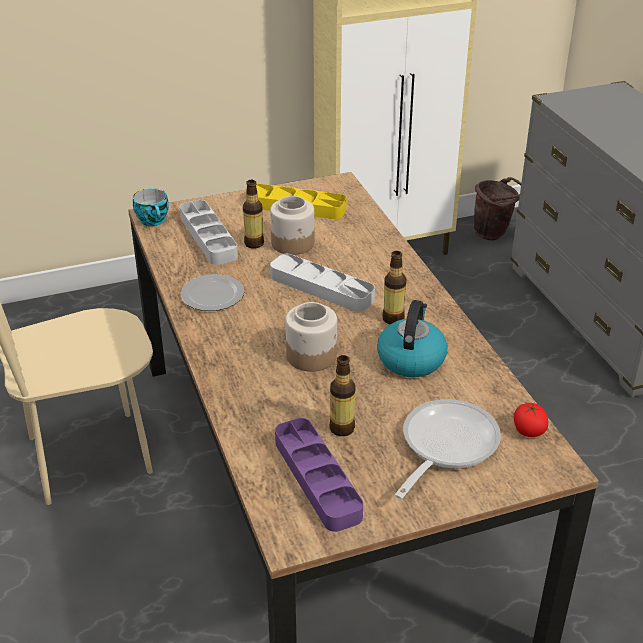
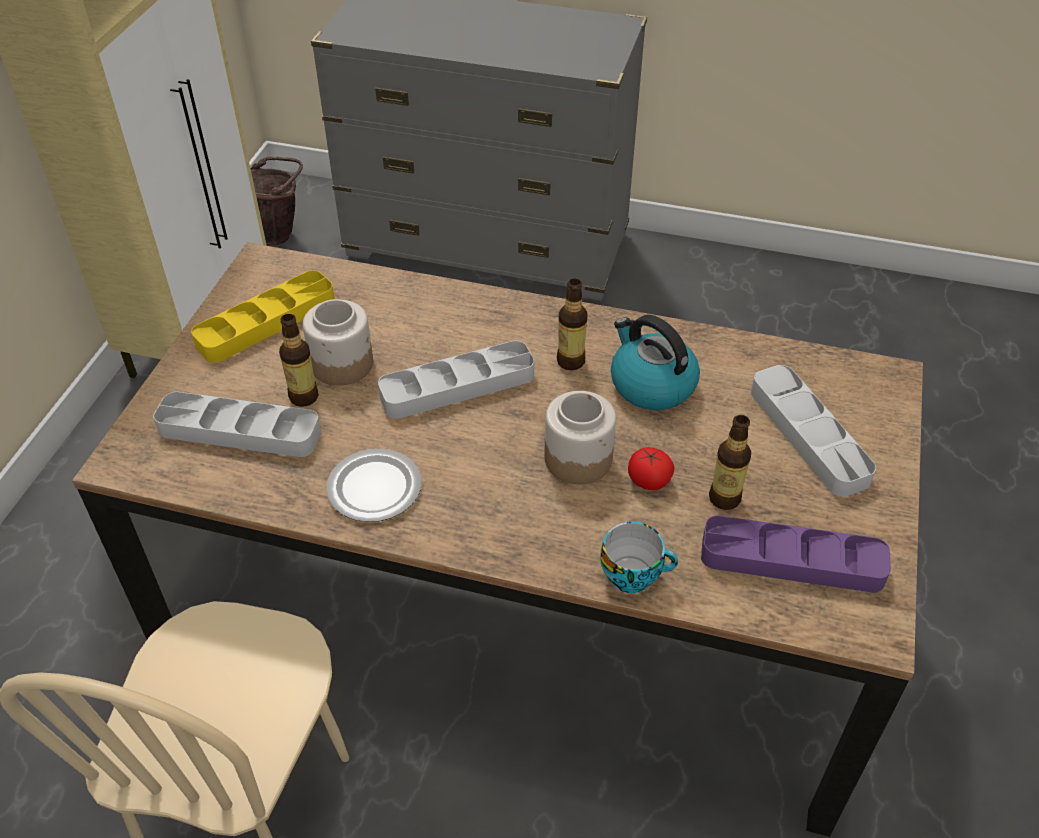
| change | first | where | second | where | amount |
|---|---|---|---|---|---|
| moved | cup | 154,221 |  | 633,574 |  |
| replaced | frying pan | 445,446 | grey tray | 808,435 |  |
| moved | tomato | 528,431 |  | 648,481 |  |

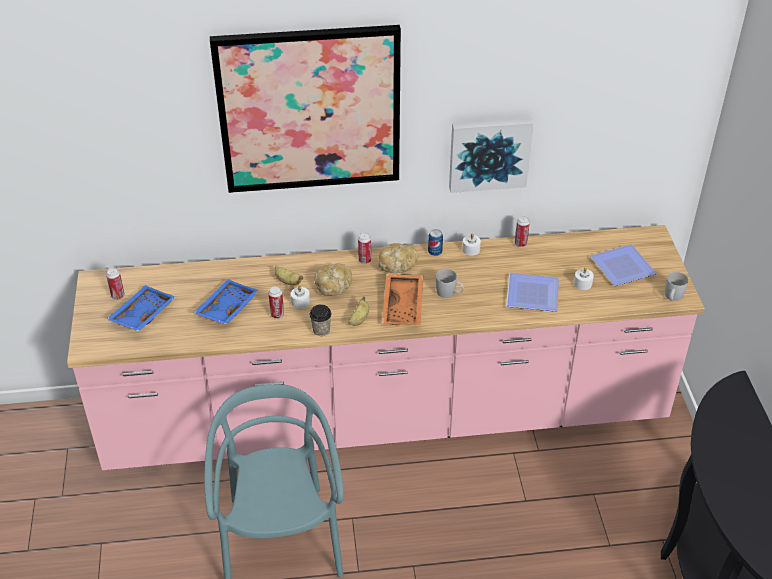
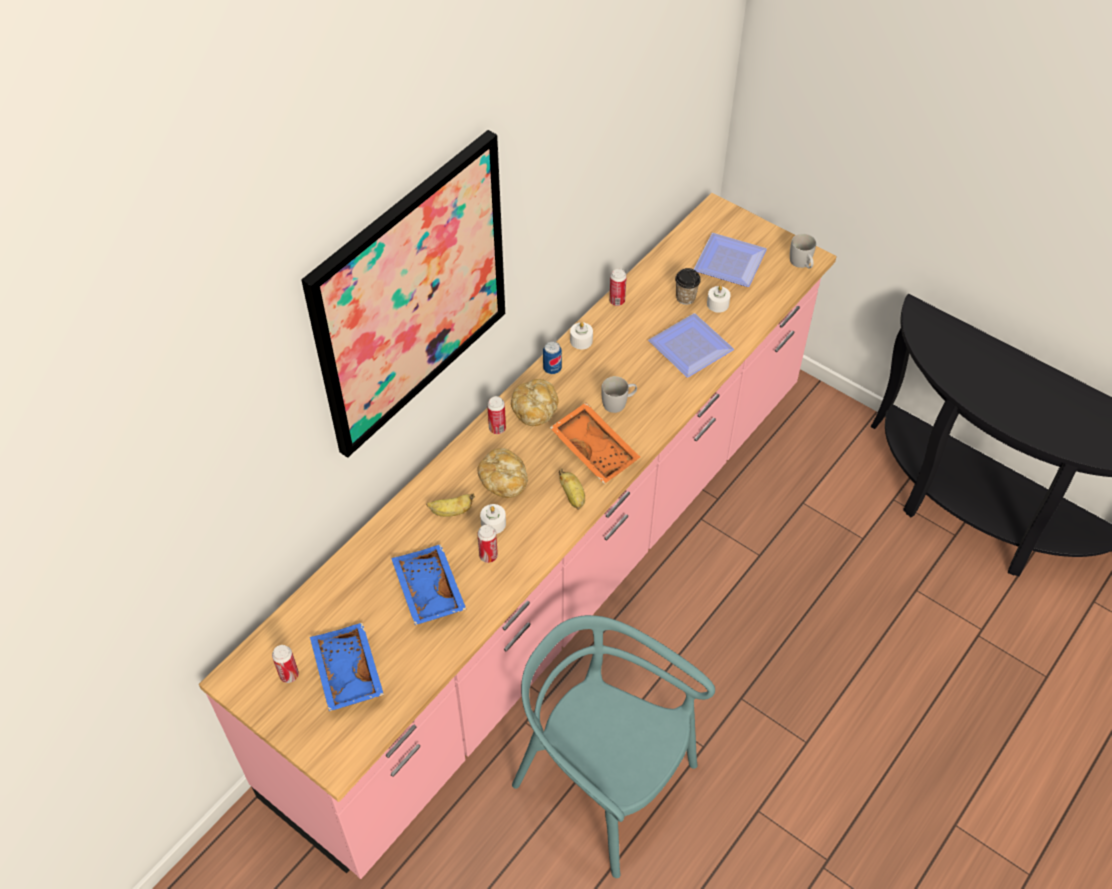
| change | first | where | second | where | amount |
|---|---|---|---|---|---|
| moved | cup | 321,330 |  | 685,297 |  |
| removed | picture | 489,152 |  |  |  |

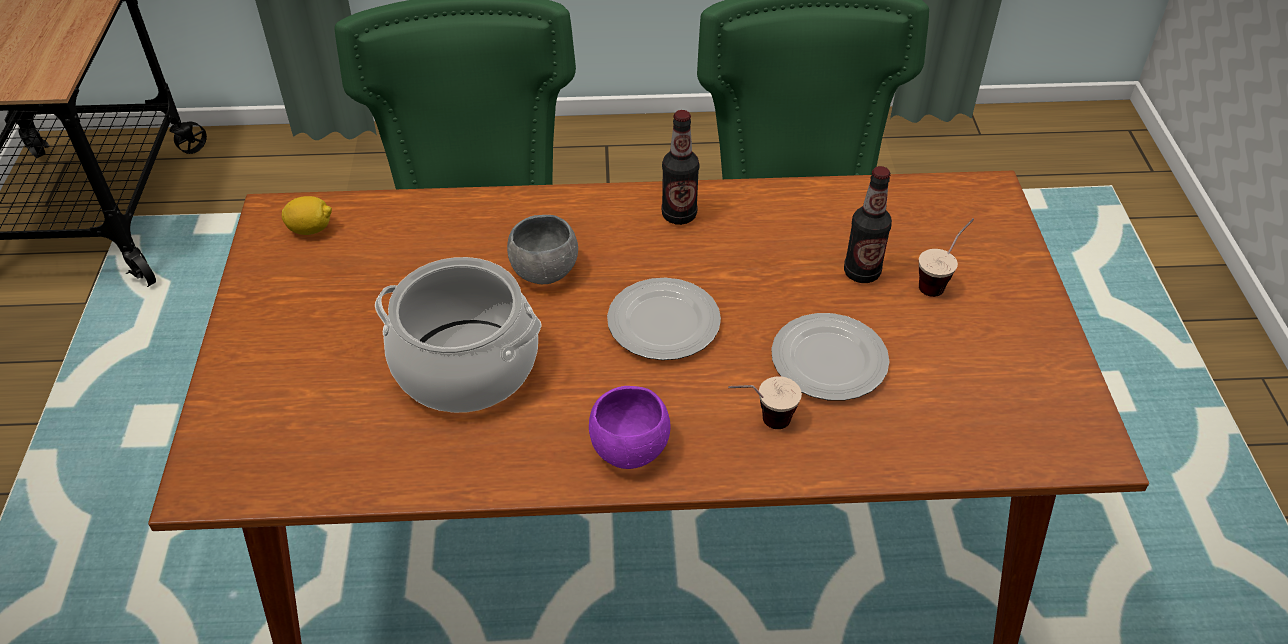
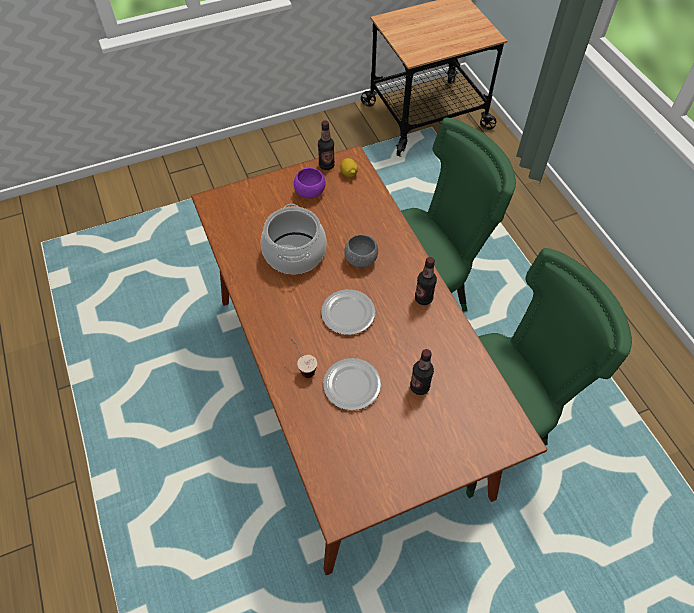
| change | first | where | second | where | amount |
|---|---|---|---|---|---|
| moved | purple bowl | 629,448 |  | 310,192 |  |
| removed | cup | 940,281 |  |  |  |
| added |  |  | bottle | 326,165 |  |

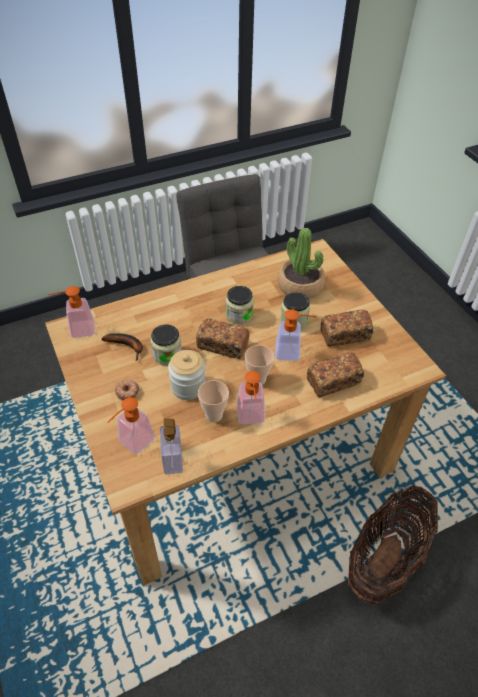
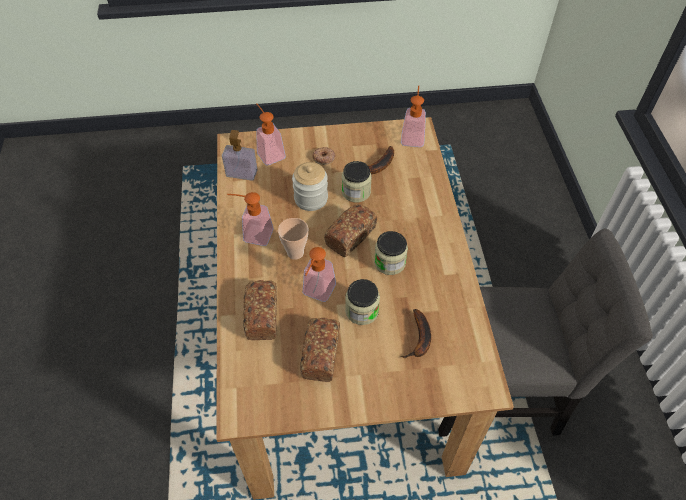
| change | first | where | second | where | amount |
|---|---|---|---|---|---|
| removed | cup | 214,415 |  |  |  |
| replaced | potted plant | 300,286 | banana | 419,339 |  |
| removed | basket | 384,559 |  |  |  |

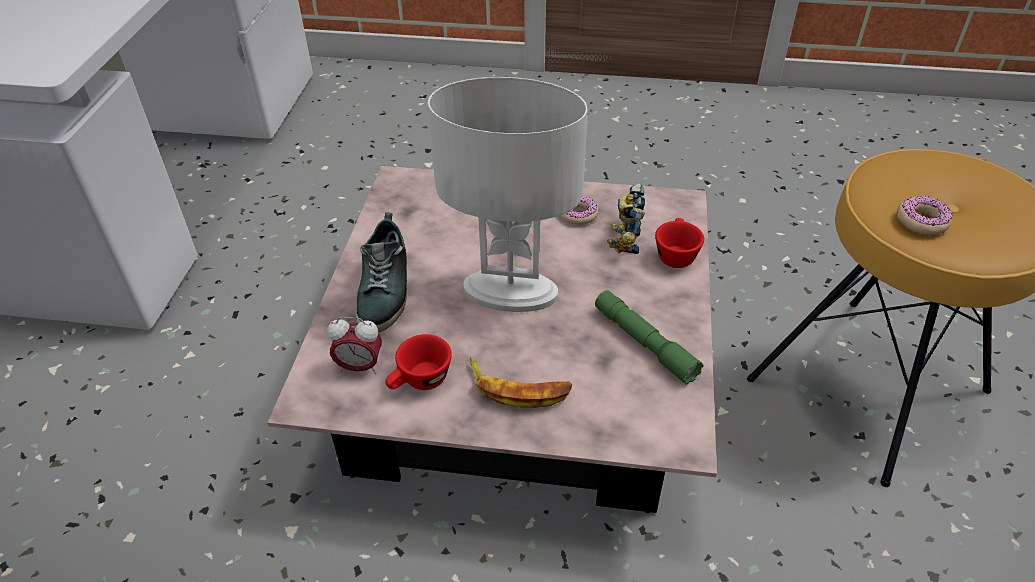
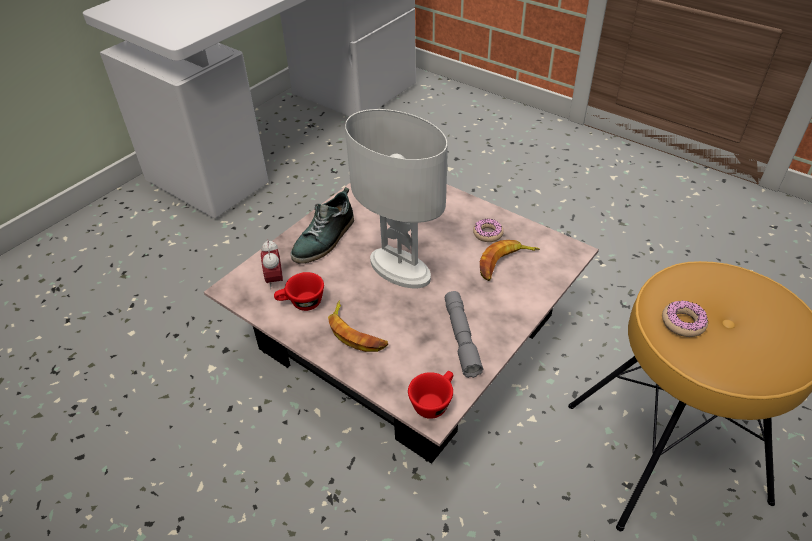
| change | first | where | second | where | amount |
|---|---|---|---|---|---|
| turned | alarm clock | 359,366 |  | 275,280 | 45 degrees clockwise |
| recoloured | green flashlight | 644,343 | grey flashlight | 461,338 |  |
| replaced | toy robot | 624,241 | banana | 505,263 |  |
| moved | red cup | 675,254 |  | 433,402 |  |

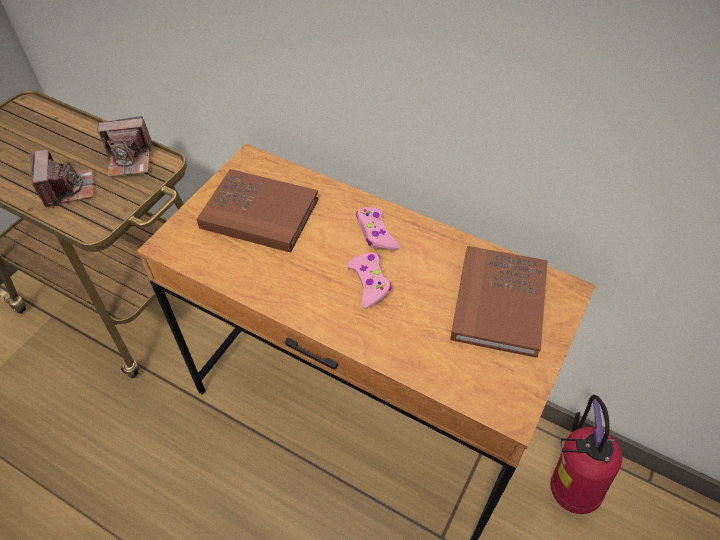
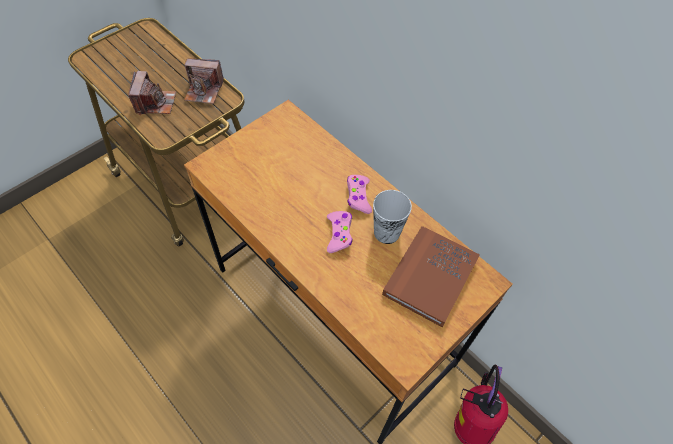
| change | first | where | second | where | amount |
|---|---|---|---|---|---|
| removed | brown book | 259,213 |  |  |  |
| added |  |  | cup | 386,232 |  |

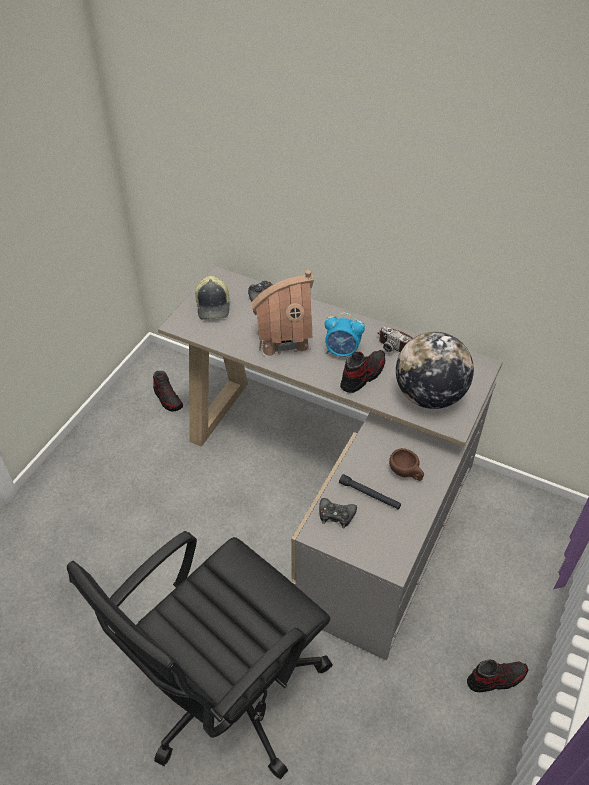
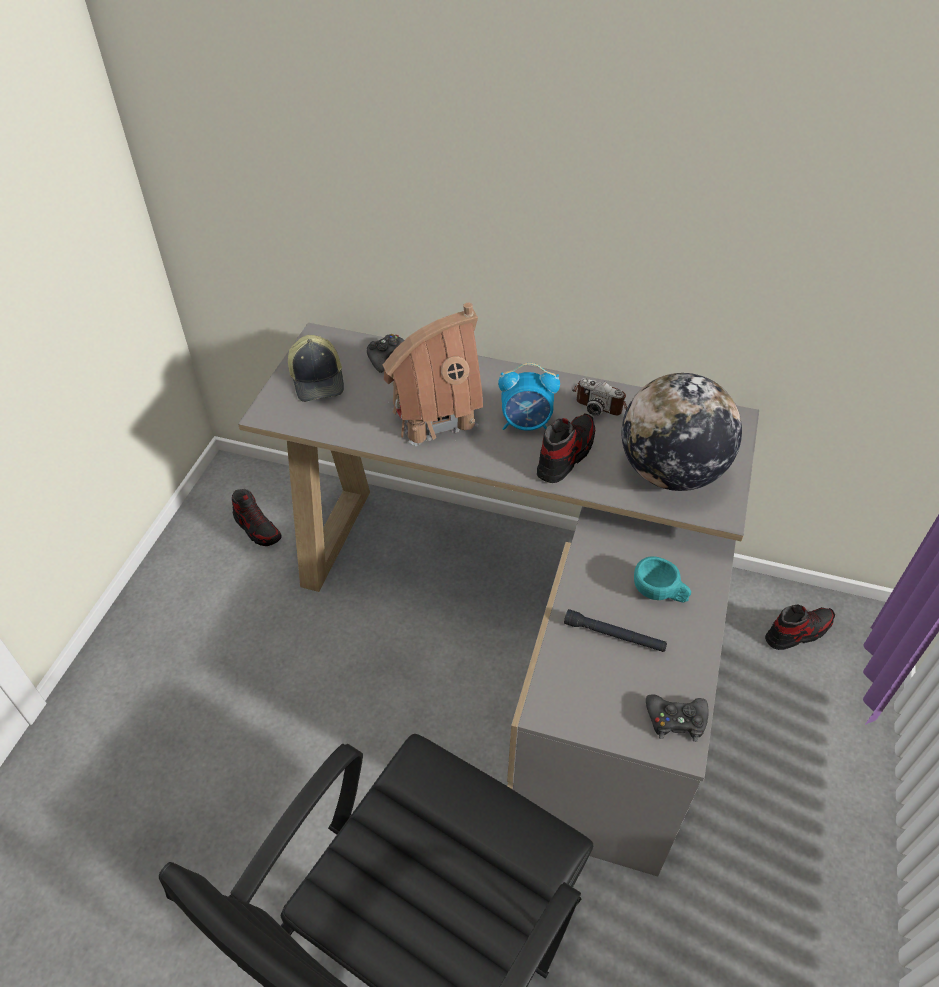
| change | first | where | second | where | amount |
|---|---|---|---|---|---|
| moved | black game controller | 336,515 |  | 676,720 |  |
| recoloured | brown cup | 406,473 | turquoise cup | 659,593 |  |
| moved | shoe | 496,678 |  | 797,632 |  |

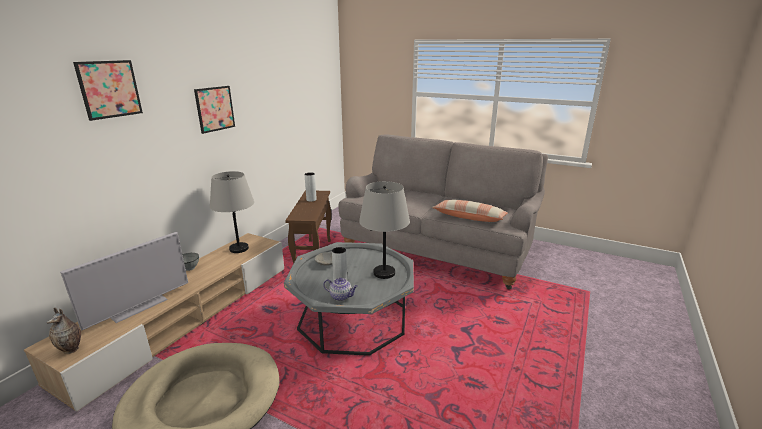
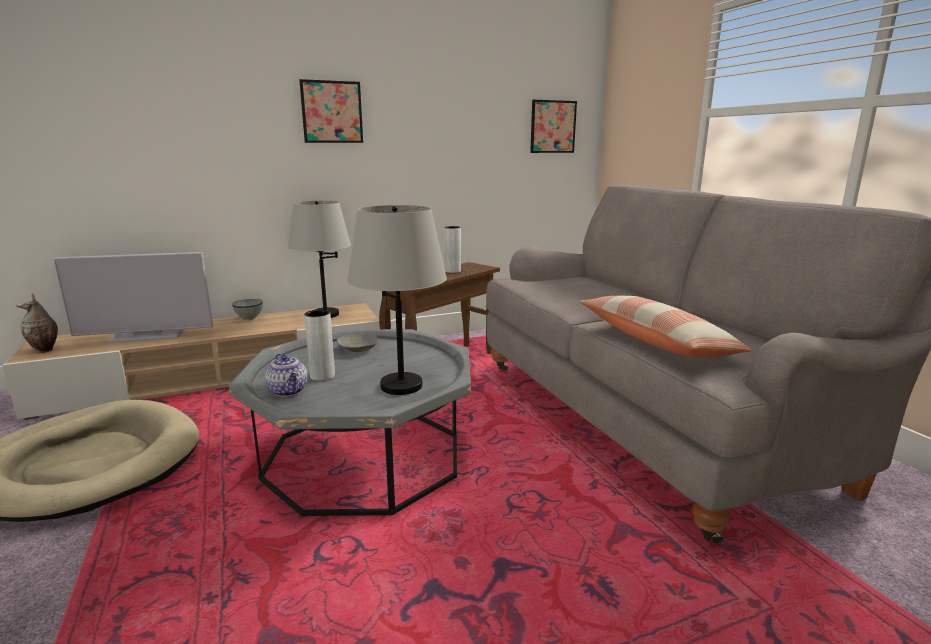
| change | first | where | second | where | amount |
|---|---|---|---|---|---|
| moved | picture | 109,89 |  | 553,127 |  |

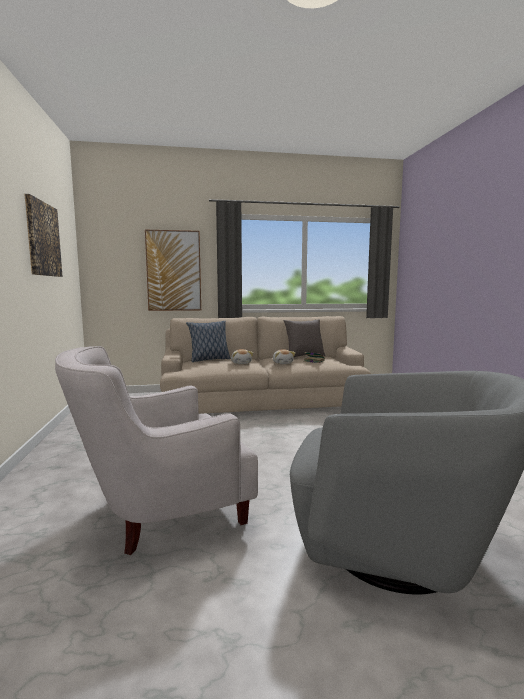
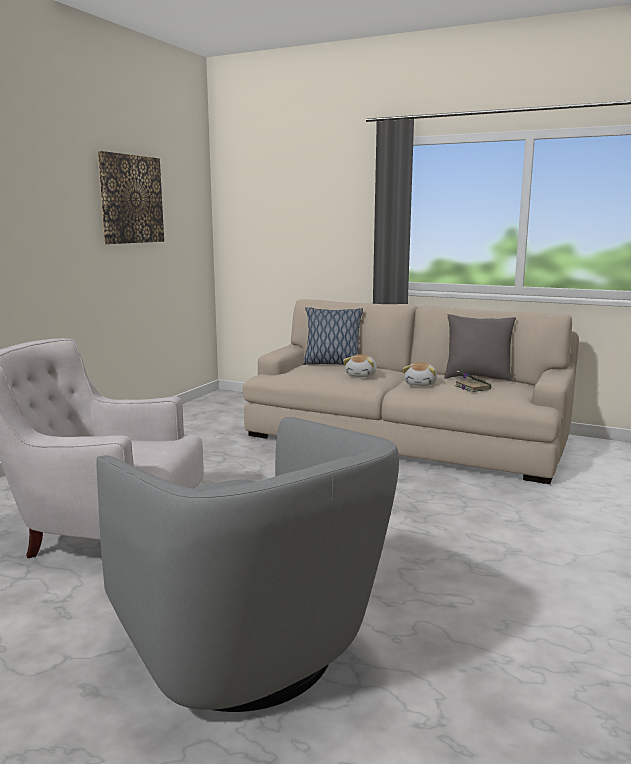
| change | first | where | second | where | amount |
|---|---|---|---|---|---|
| removed | picture | 173,271 |  |  |  |

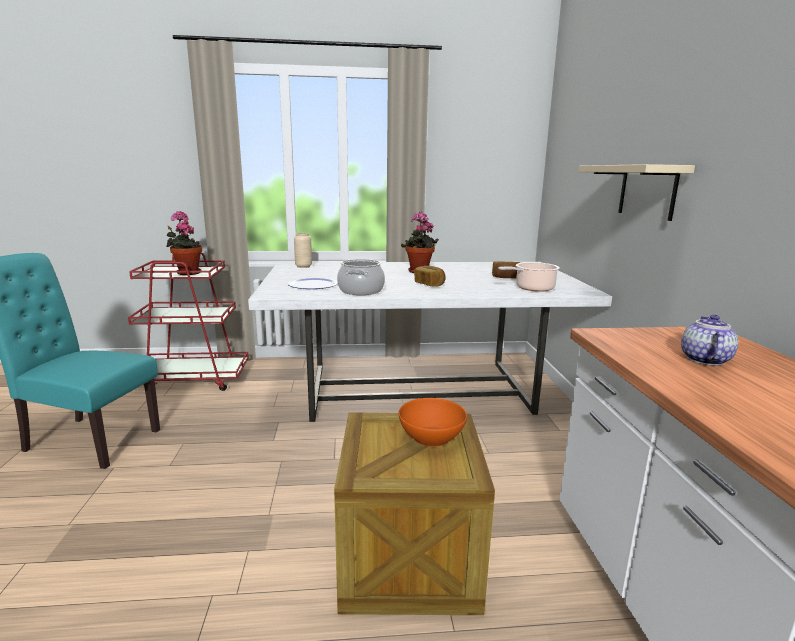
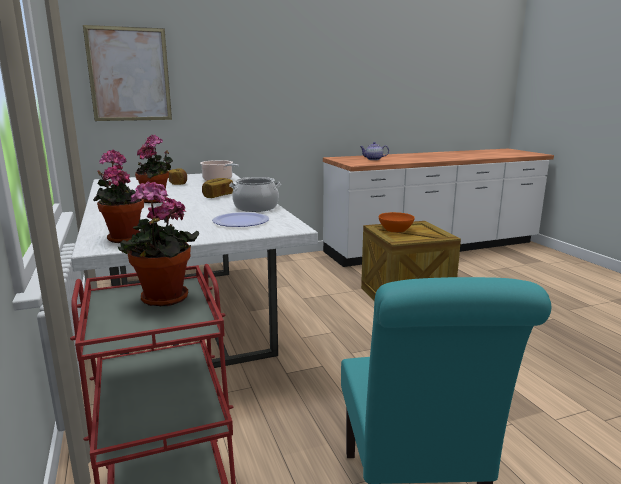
| change | first | where | second | where | amount |
|---|---|---|---|---|---|
| replaced | beige vase | 303,266 | potted plant | 123,238 |  |
| removed | beige shelf | 647,191 |  |  |  |
| added |  |  | picture | 129,74 |  |

